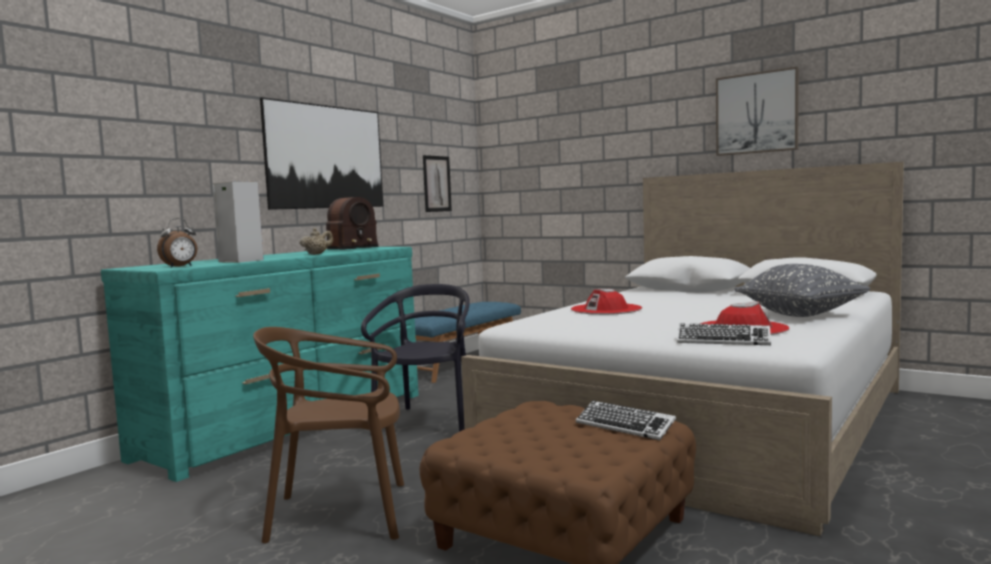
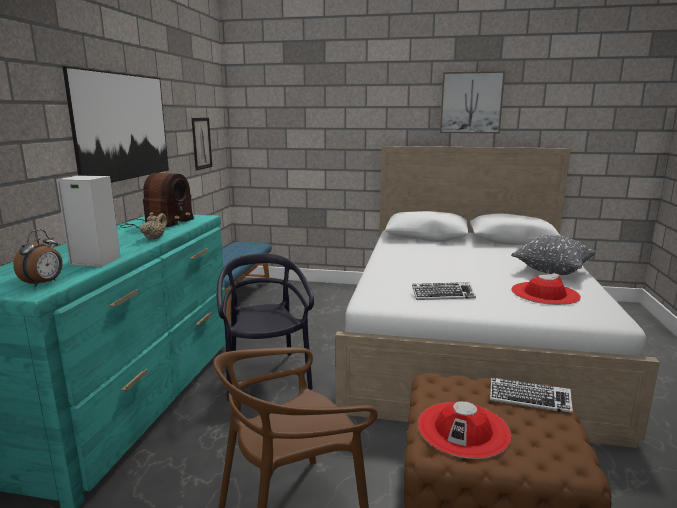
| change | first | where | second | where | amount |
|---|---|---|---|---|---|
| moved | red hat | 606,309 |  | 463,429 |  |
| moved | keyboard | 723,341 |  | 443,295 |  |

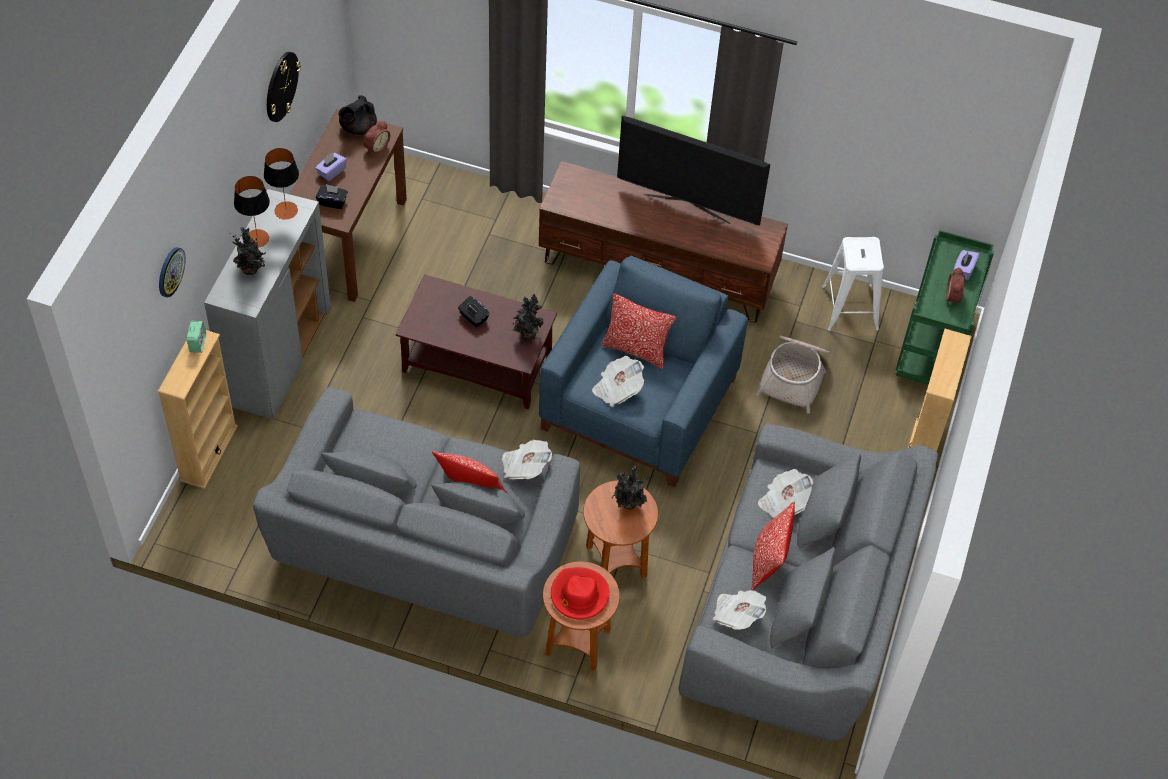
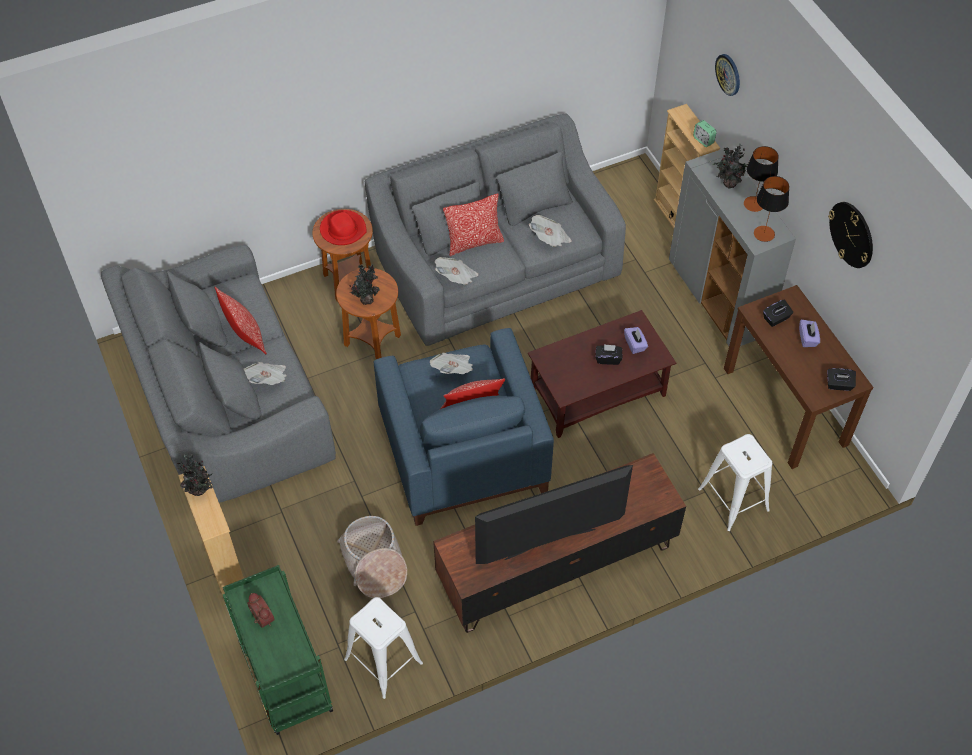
| change | first | where | second | where | amount |
|---|---|---|---|---|---|
| replaced | black teapot | 357,128 | black tissue box | 839,385 |  |
| removed | alarm clock | 376,147 |  |  |  |
| moved | potted plant | 527,333 |  | 200,490 |  |
| moved | newspaper | 737,614 |  | 550,239 |  |
| moved | purple tissue box | 964,269 |  | 635,344 |  |
| added |  |  | white stool | 733,500 |  |

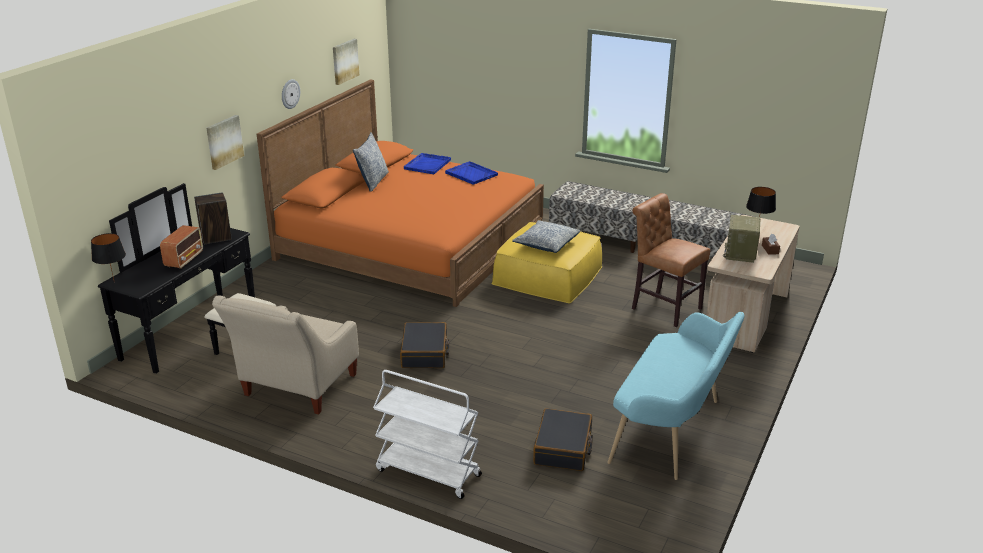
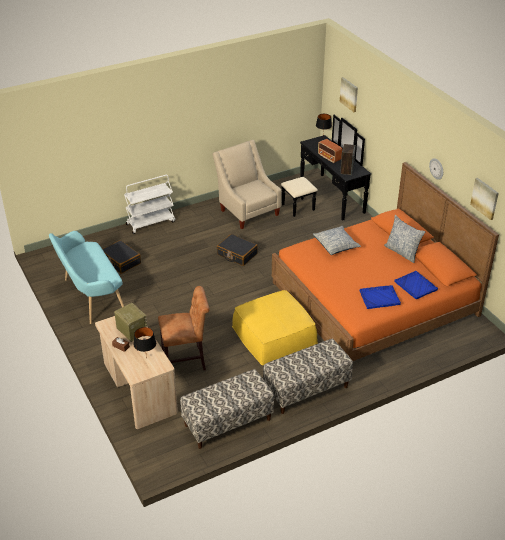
| change | first | where | second | where | amount |
|---|---|---|---|---|---|
| moved | picture | 224,141 |  | 349,94 |  |
| moved | pillow | 546,244 |  | 336,245 |  |

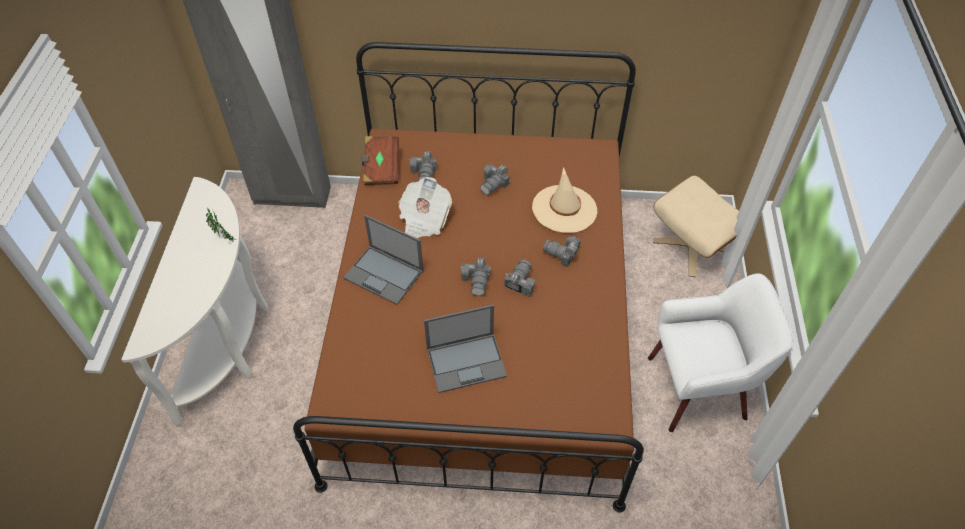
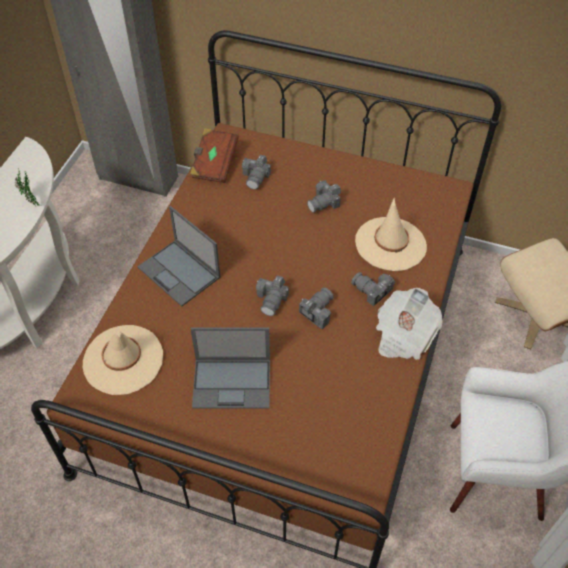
| change | first | where | second | where | amount |
|---|---|---|---|---|---|
| moved | newspaper | 424,219 |  | 403,335 |  |
| added |  |  | beige hat | 123,360 |  |

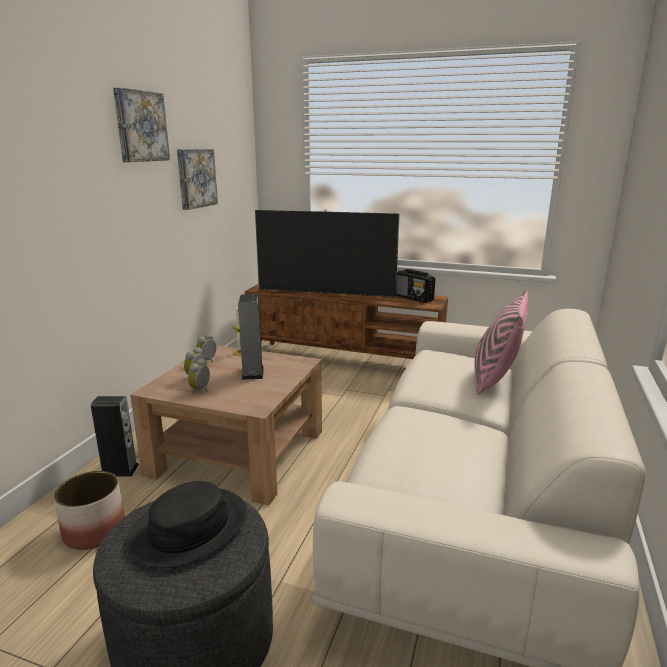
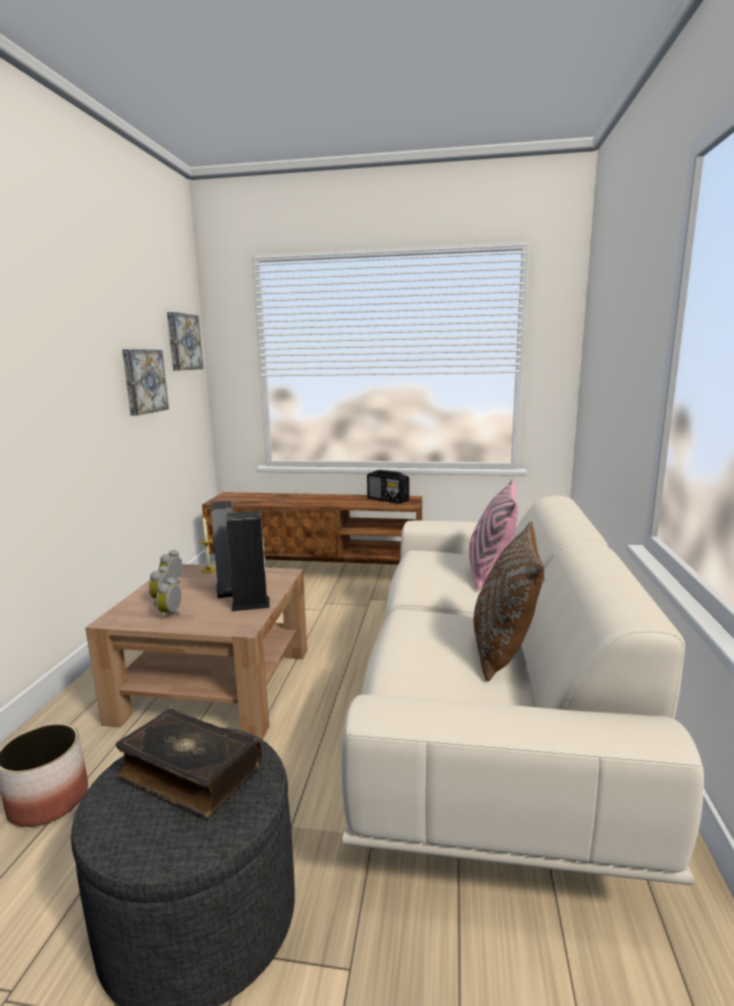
| change | first | where | second | where | amount |
|---|---|---|---|---|---|
| moved | speaker | 119,470 |  | 250,604 |  |
| moved | picture | 140,126 |  | 183,342 |  |
| replaced | black hat | 189,527 | book | 189,773 |  |
| removed | television | 325,293 |  |  |  |
| added |  |  | brown pillow | 503,650 |  |

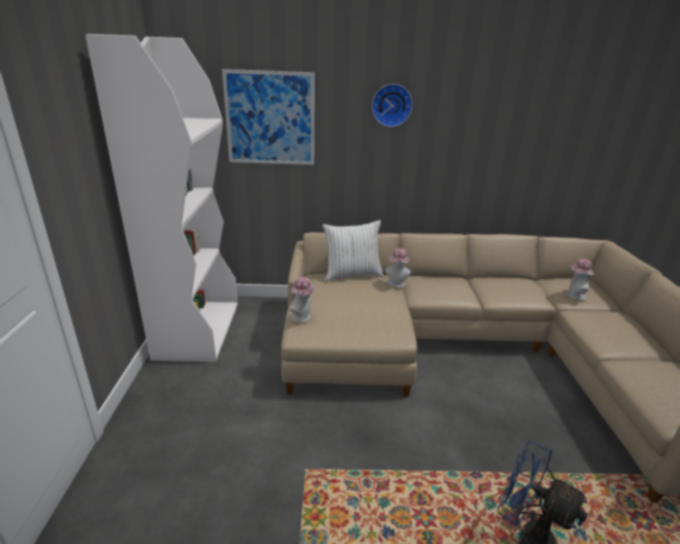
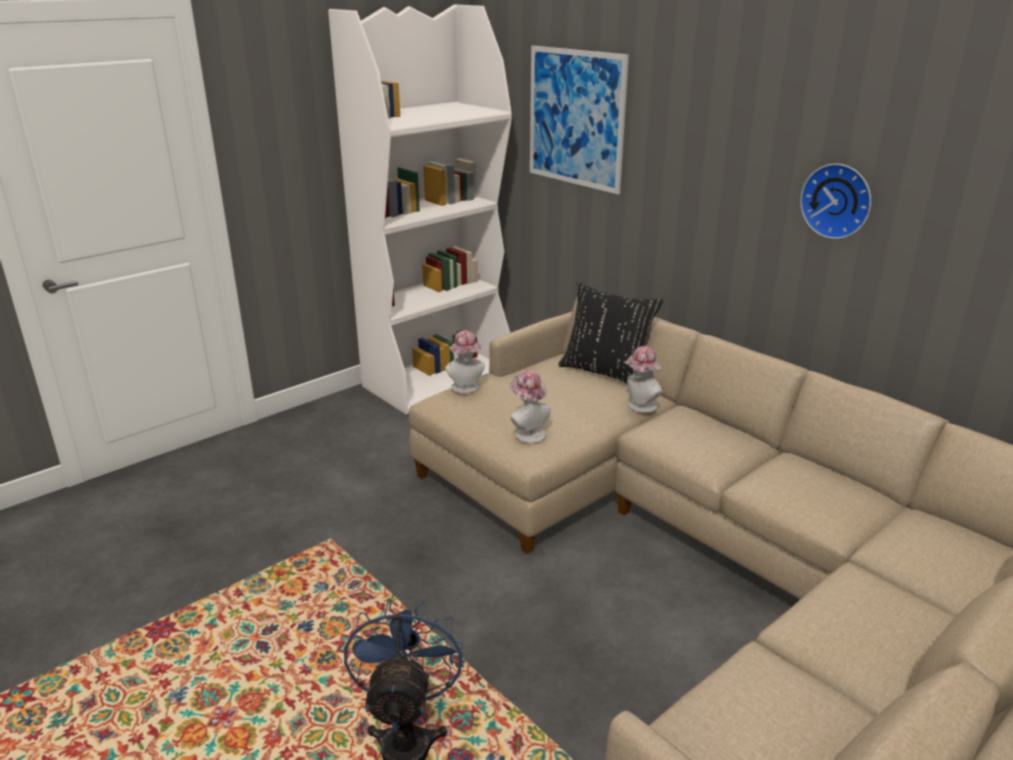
| change | first | where | second | where | amount |
|---|---|---|---|---|---|
| recoloured | white pillow | 352,275 | black pillow | 606,373 |  |
| moved | wall clock | 391,105 |  | 838,200 |  |
| moved | hat | 574,295 |  | 527,433 |  |

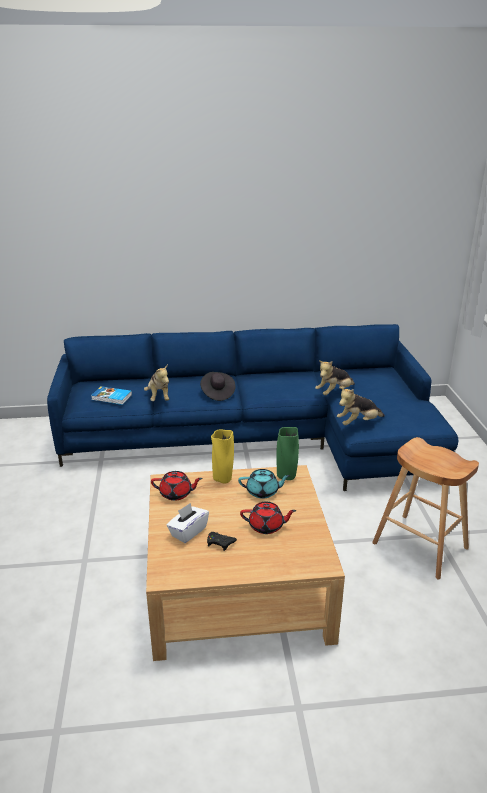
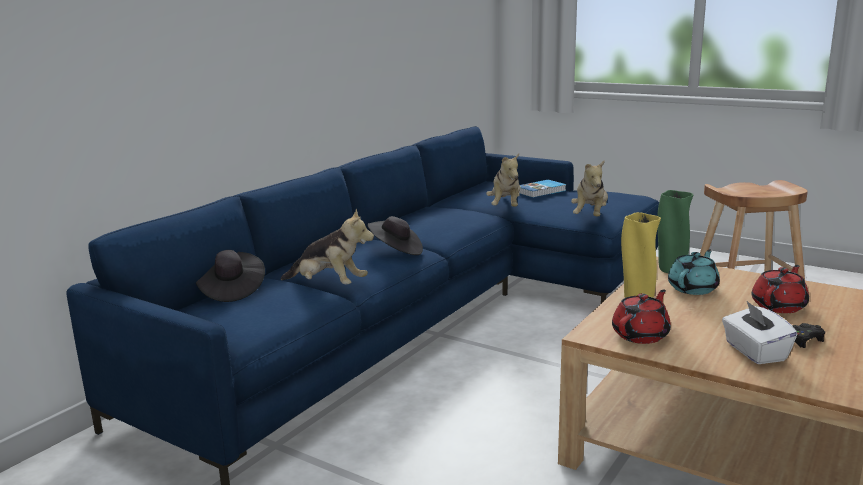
| change | first | where | second | where | amount |
|---|---|---|---|---|---|
| moved | book | 111,397 |  | 541,191 |  |
| added |  |  | black hat | 231,290 |  |

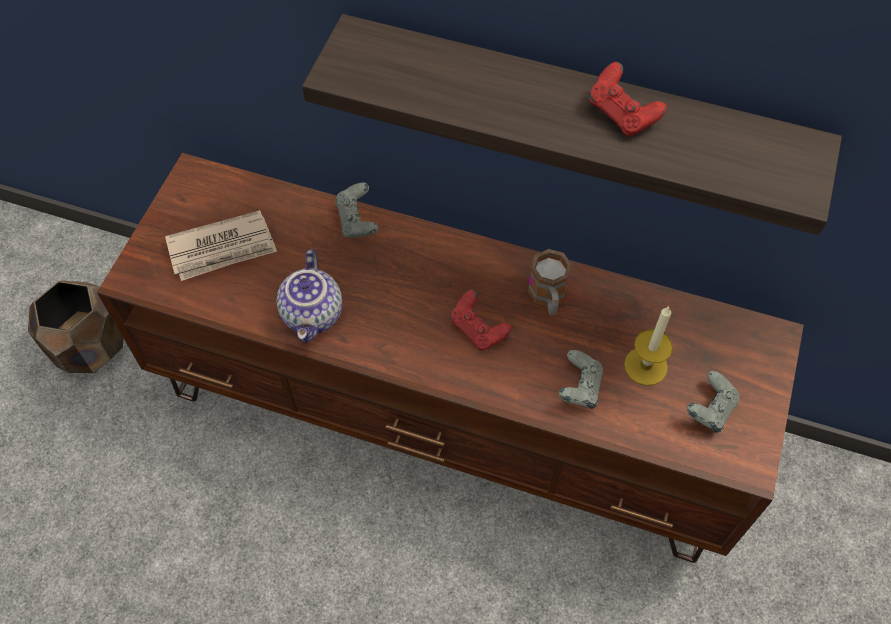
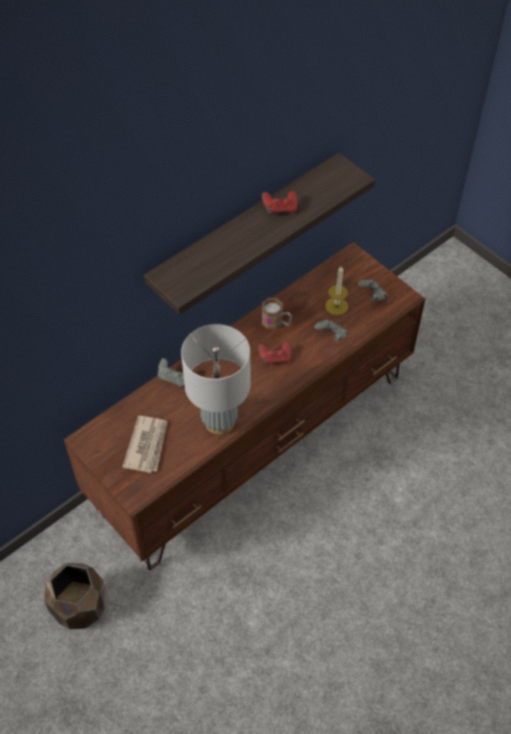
| change | first | where | second | where | amount |
|---|---|---|---|---|---|
| replaced | teapot | 314,315 | grey table lamp | 219,421 |  |

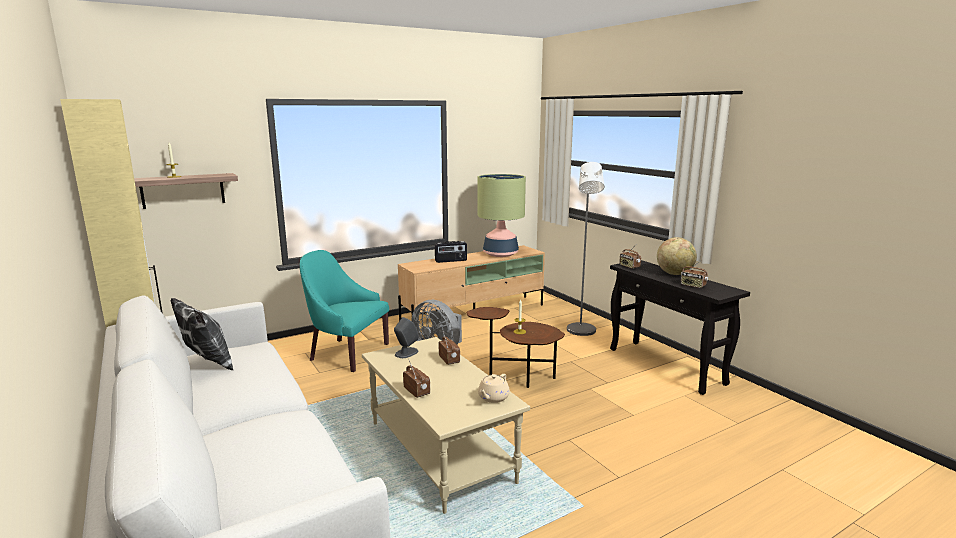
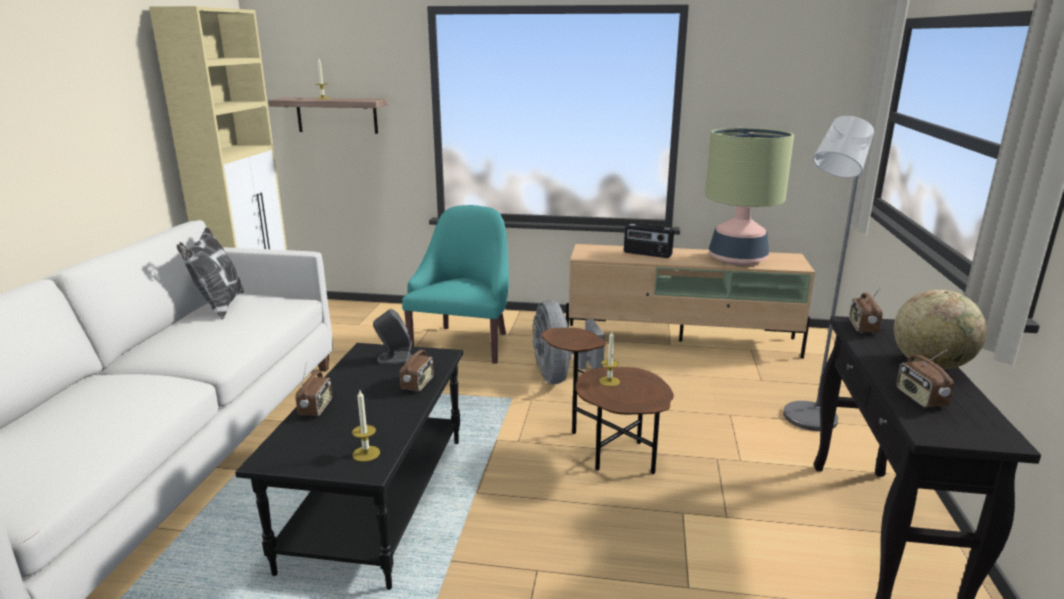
| change | first | where | second | where | amount |
|---|---|---|---|---|---|
| turned | turquoise armchair | 347,353 |  | 464,343 | 45 degrees clockwise |
| recoloured | beige coffee table | 438,451 | black coffee table | 376,499 |  |
| replaced | beige teapot | 493,398 | candle | 366,453 |  |

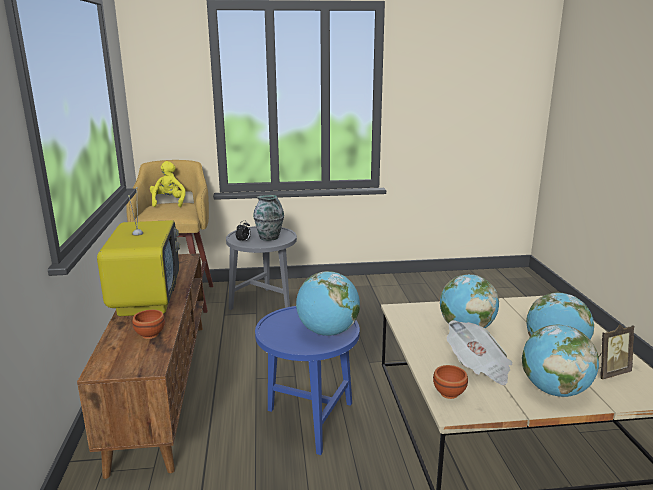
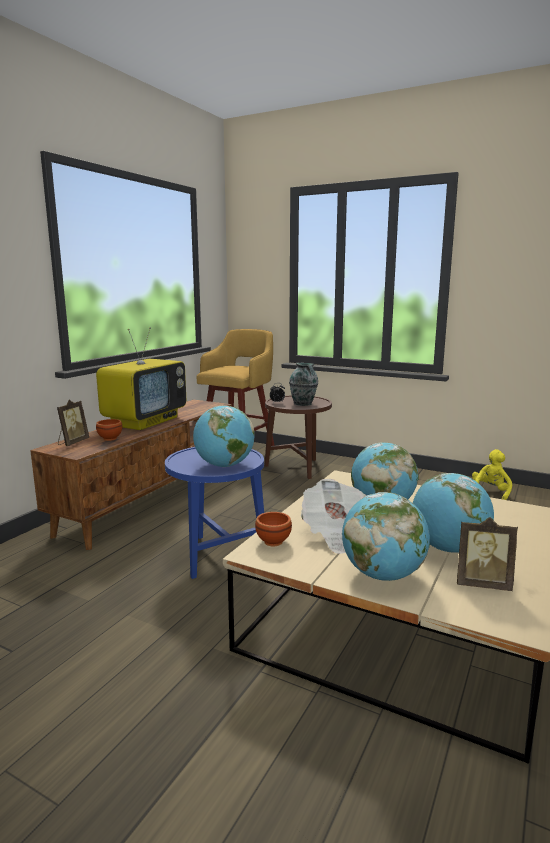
| change | first | where | second | where | amount |
|---|---|---|---|---|---|
| moved | yellow plush toy | 169,203 |  | 490,493 |  |
| recoloured | grey side table | 264,303 | brown side table | 297,468 |  |
| added |  |  | picture frame | 72,443 |  |

